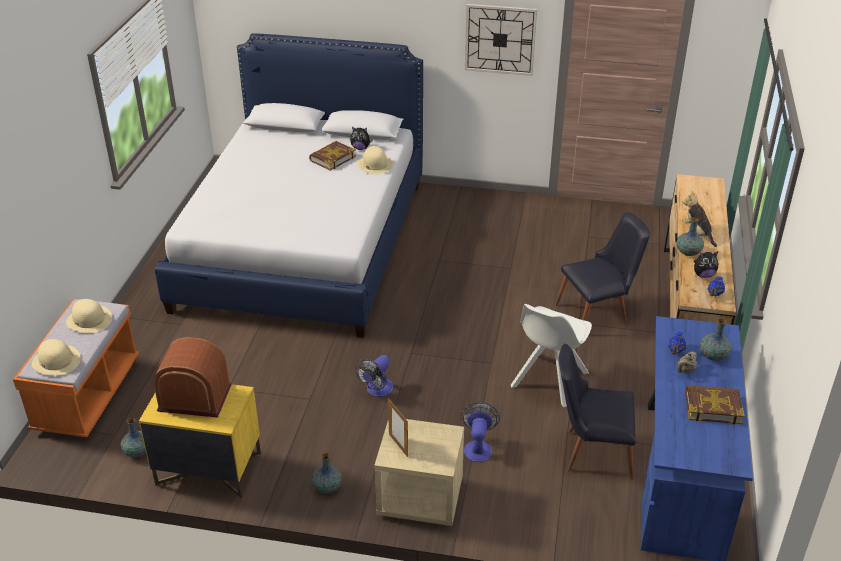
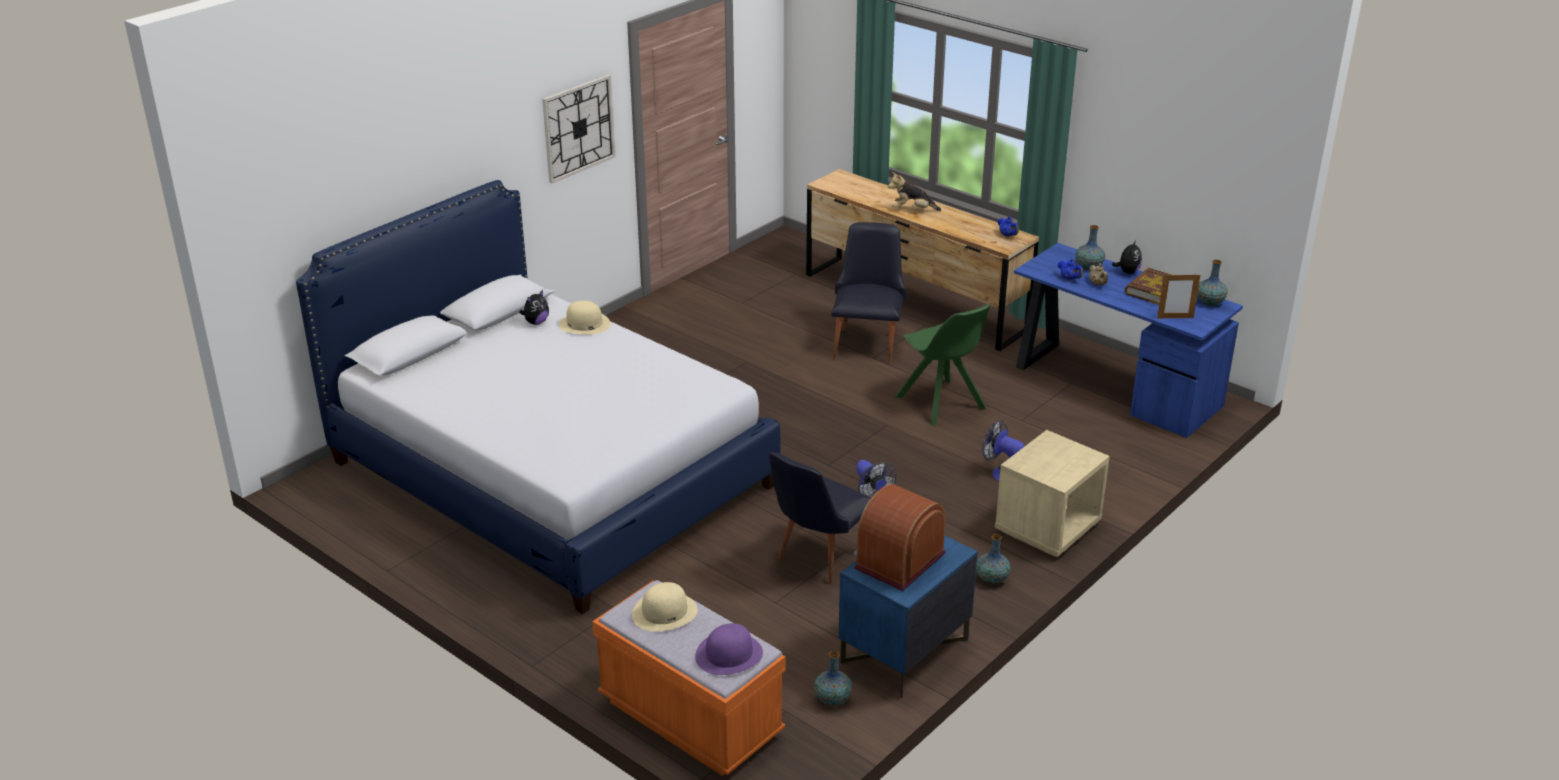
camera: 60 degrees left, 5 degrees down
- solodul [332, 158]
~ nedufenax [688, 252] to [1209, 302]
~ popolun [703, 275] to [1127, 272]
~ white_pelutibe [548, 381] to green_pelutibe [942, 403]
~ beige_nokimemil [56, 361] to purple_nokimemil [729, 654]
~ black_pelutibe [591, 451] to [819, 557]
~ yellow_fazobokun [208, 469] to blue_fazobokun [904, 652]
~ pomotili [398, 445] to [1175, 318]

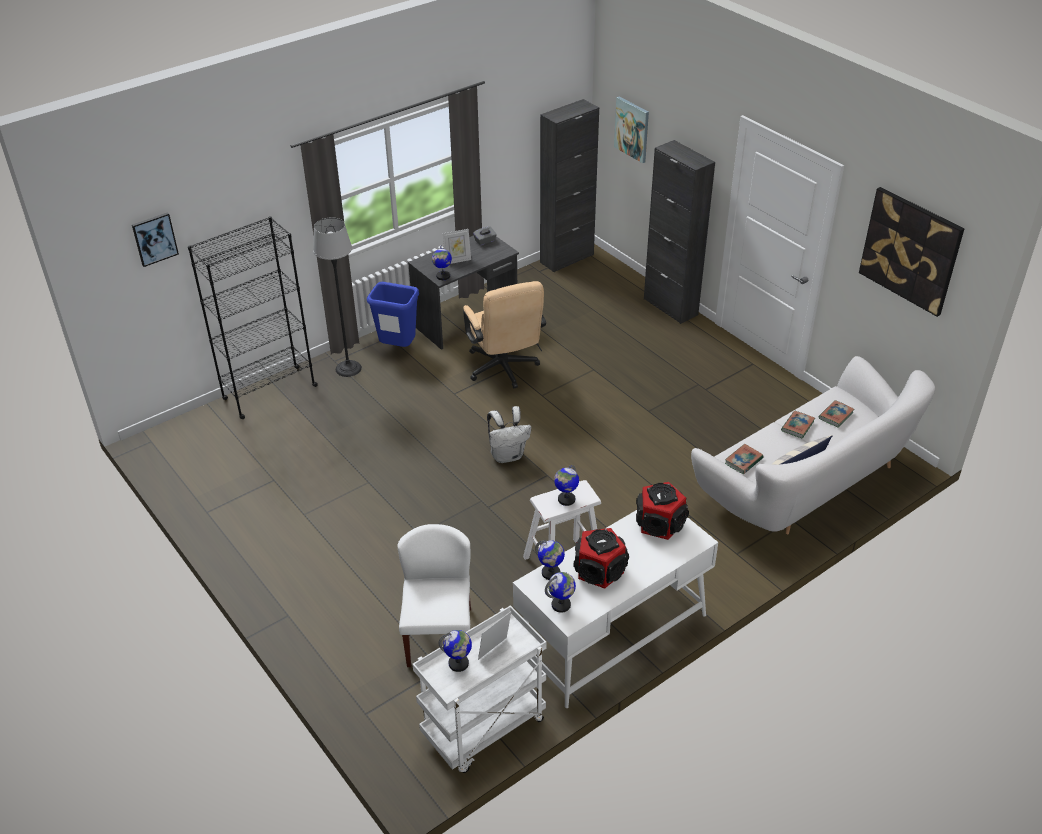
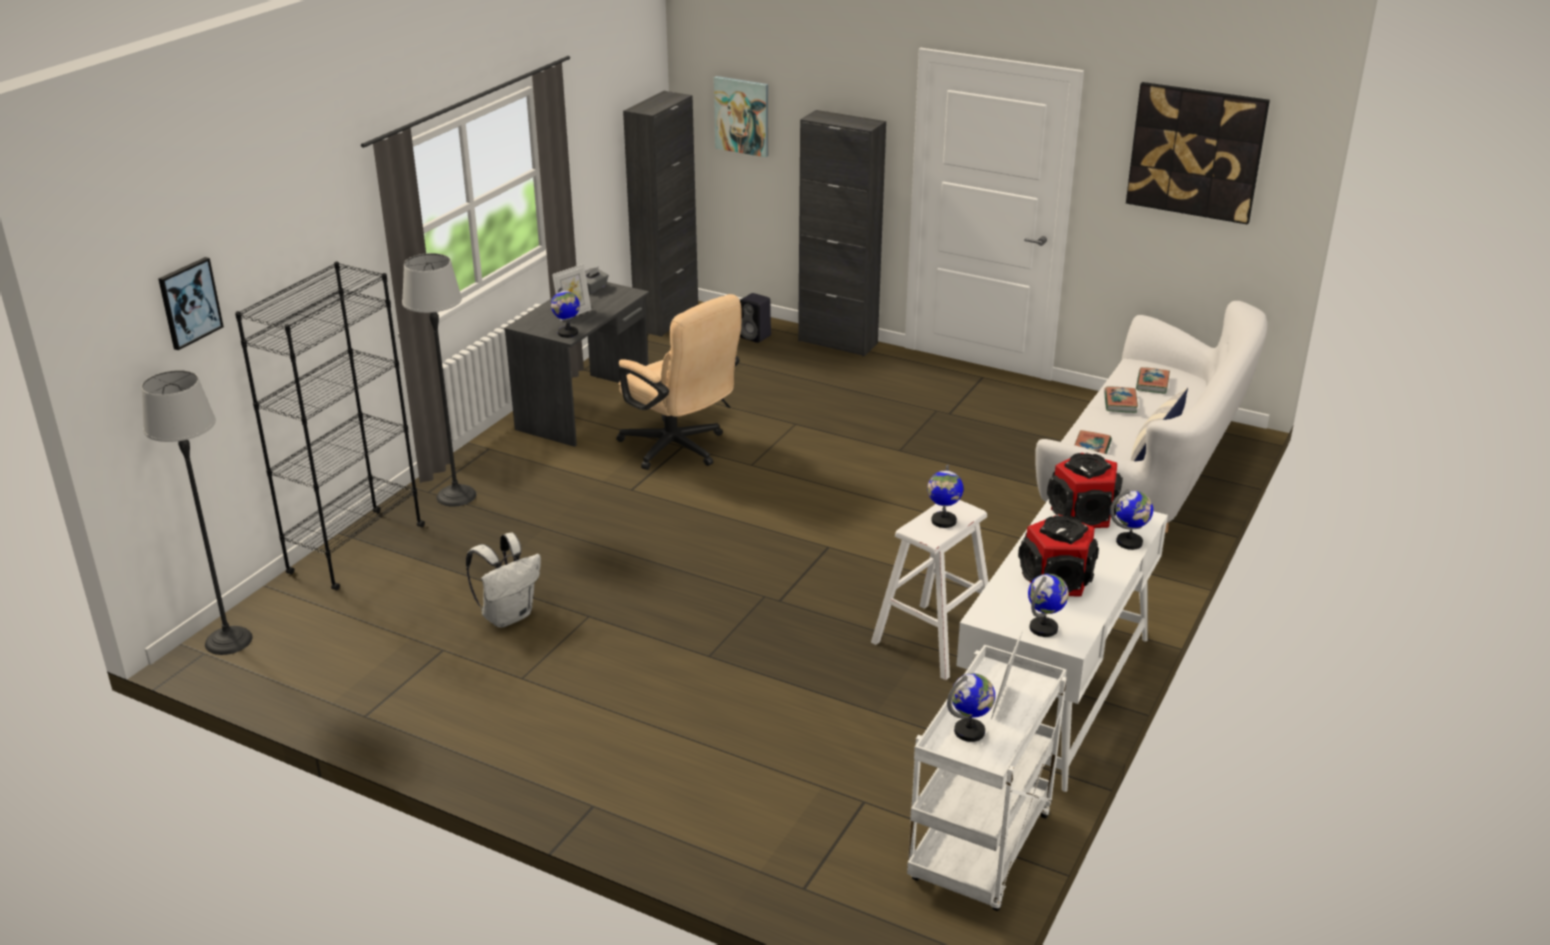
camera: 25 degrees left, 10 degrees down
- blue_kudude [397, 348]
~ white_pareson [508, 455] to [508, 615]
- white_pelutibe [439, 636]
~ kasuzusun [551, 573] to [1129, 542]
+ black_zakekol [756, 336]
+ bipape [228, 641]

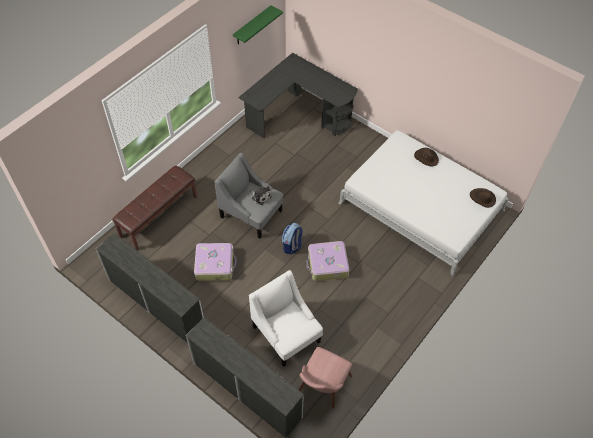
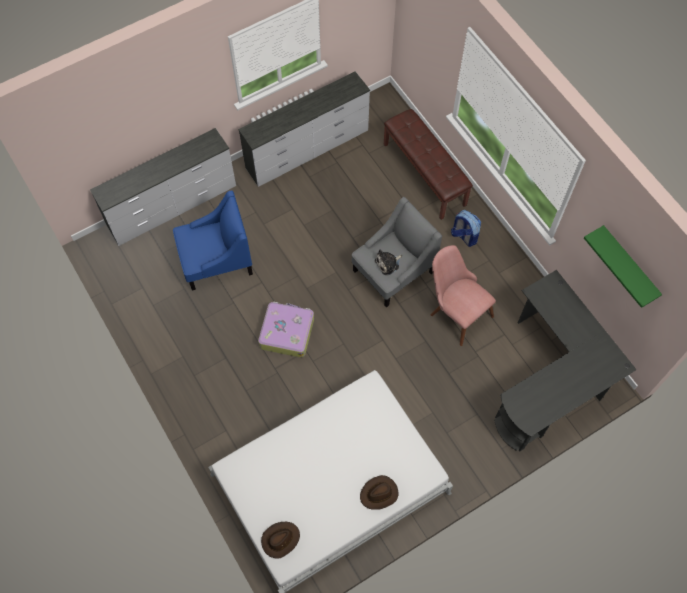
camera: 110 degrees right, 10 degrees up
~ pareson [292, 246] to [464, 236]
- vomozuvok [215, 265]
~ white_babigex [286, 334] to blue_babigex [216, 260]
~ pink_pelutibe [322, 388] to [455, 310]

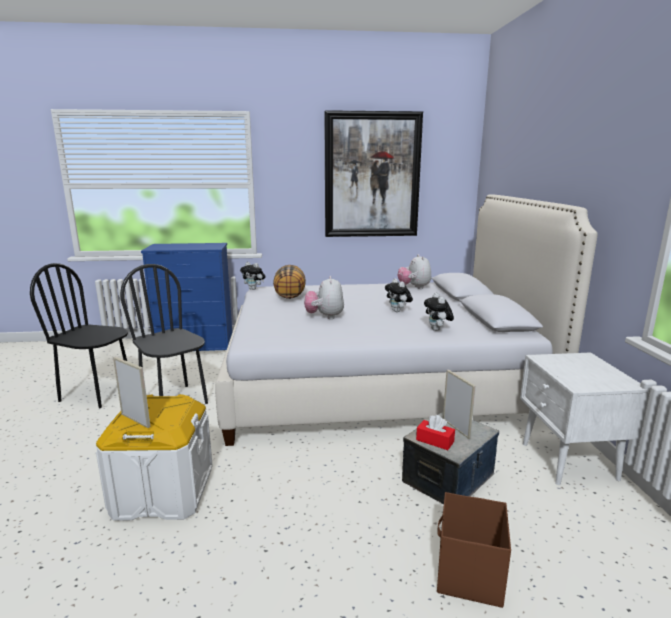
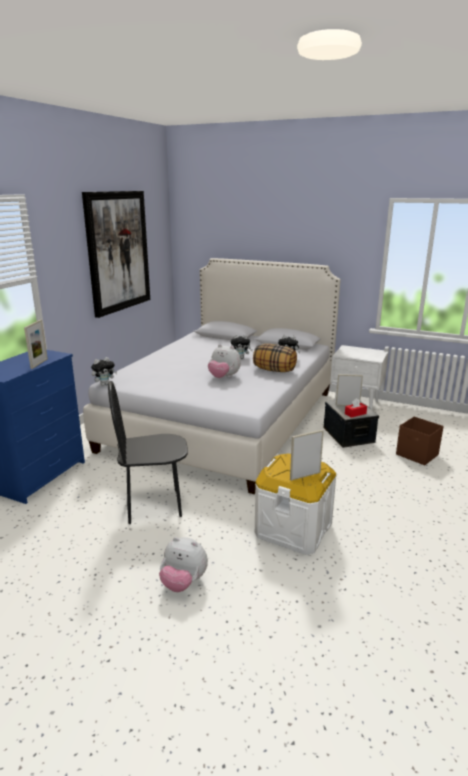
camera: 60 degrees left, 5 degrees up
~ popolun [414, 287] to [183, 582]
- black_pelutibe [97, 394]
~ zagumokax [290, 295] to [274, 370]
+ pomotili [39, 363]

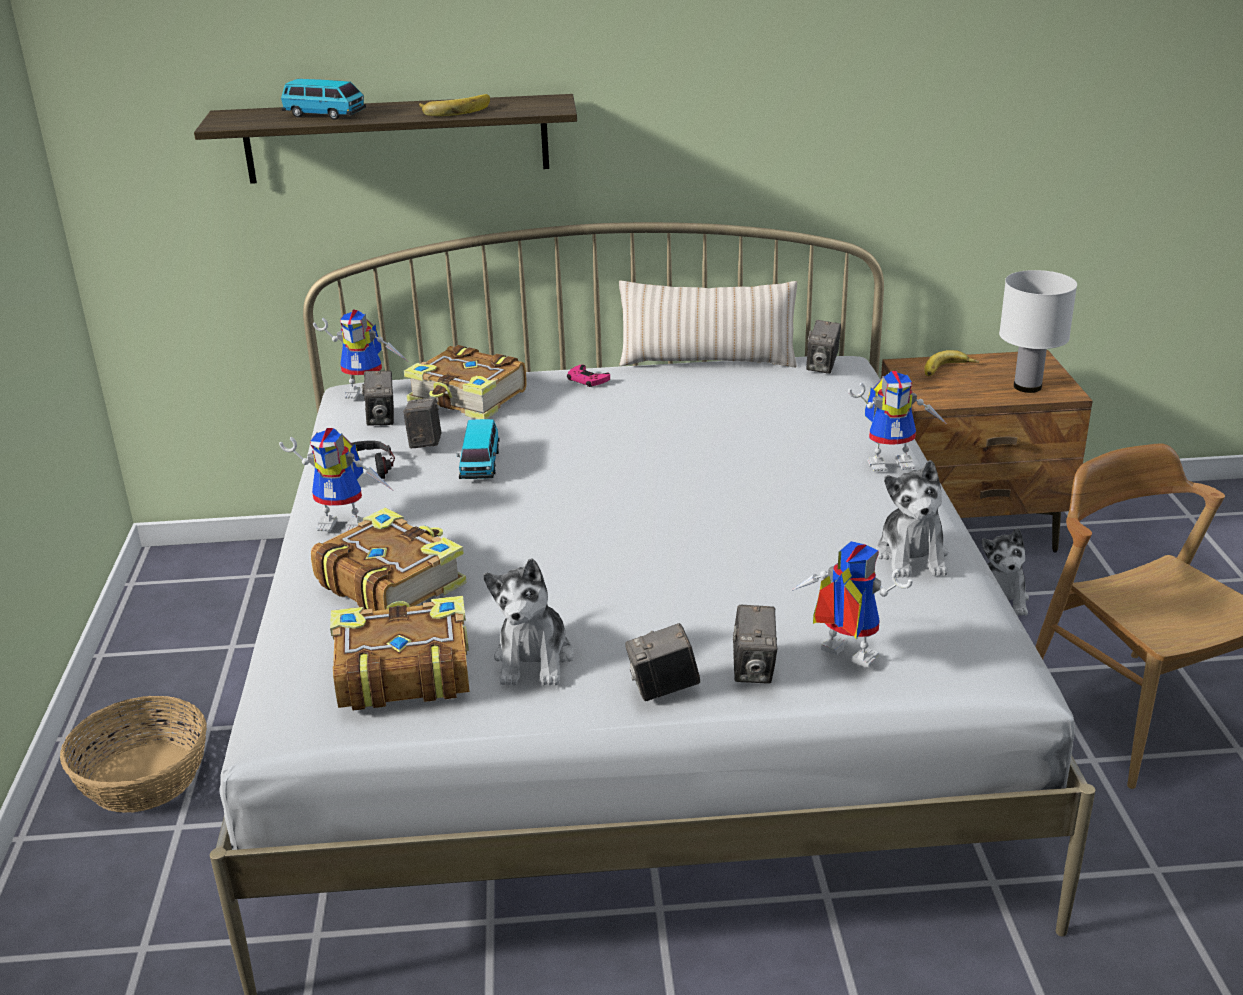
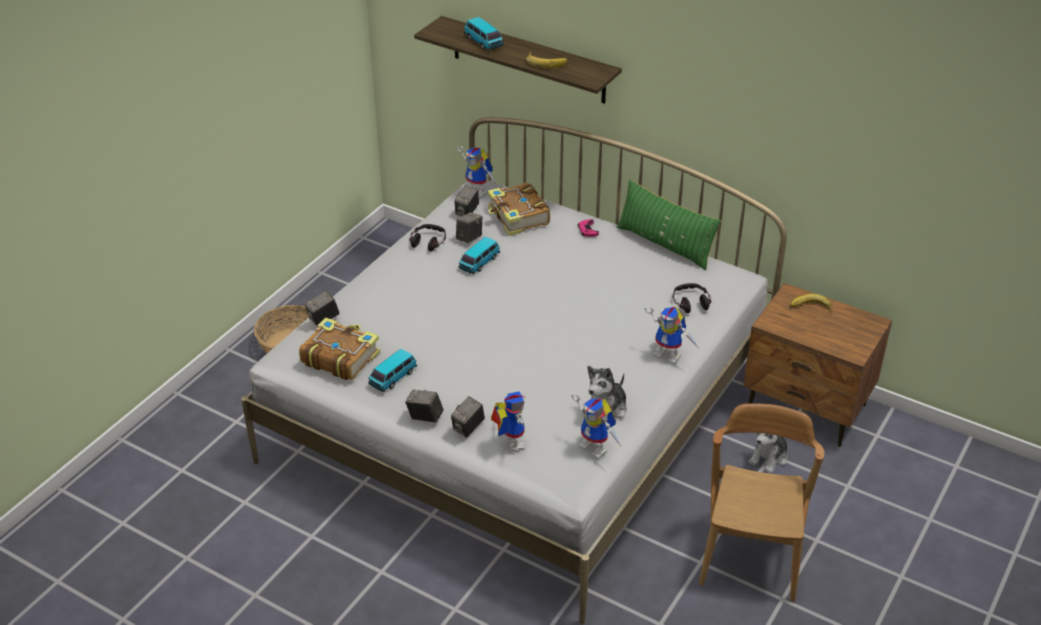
camera: 35 degrees right, 10 degrees up
- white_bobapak [1028, 387]
~ beige_zagumokax [707, 361] to green_zagumokax [665, 244]
~ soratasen [822, 366] to [323, 319]
~ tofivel [347, 522] to [597, 447]
- solodul [390, 582]
~ popolun [534, 659] to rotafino [393, 377]
+ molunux [690, 302]

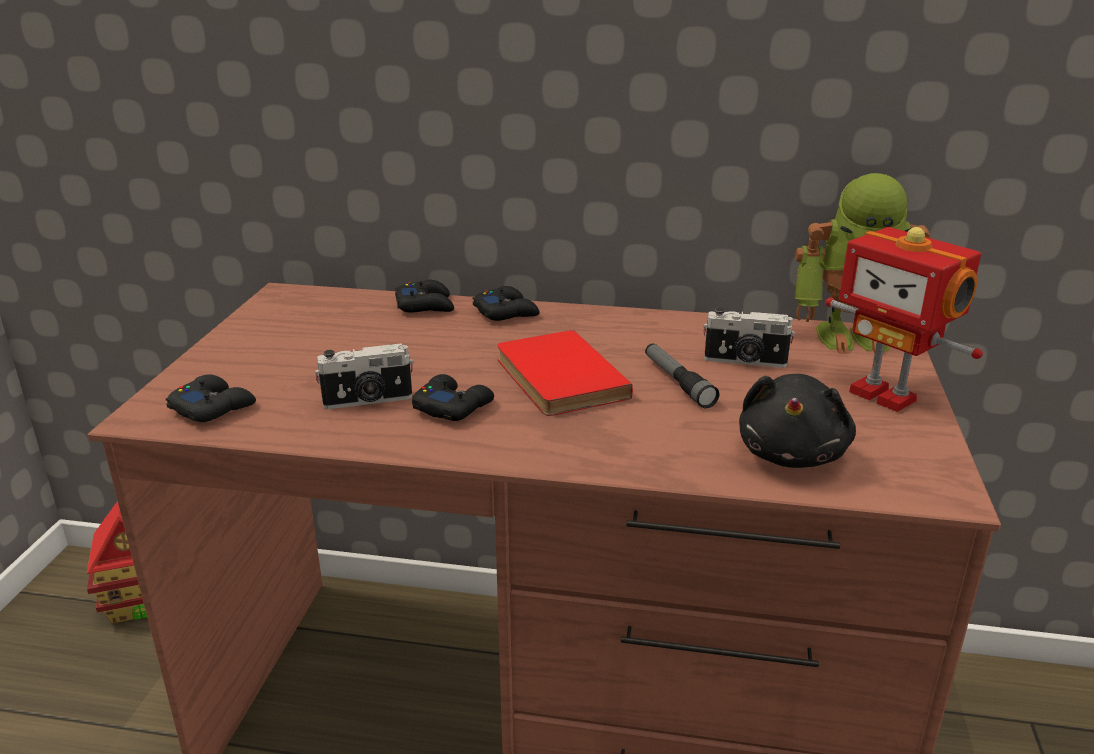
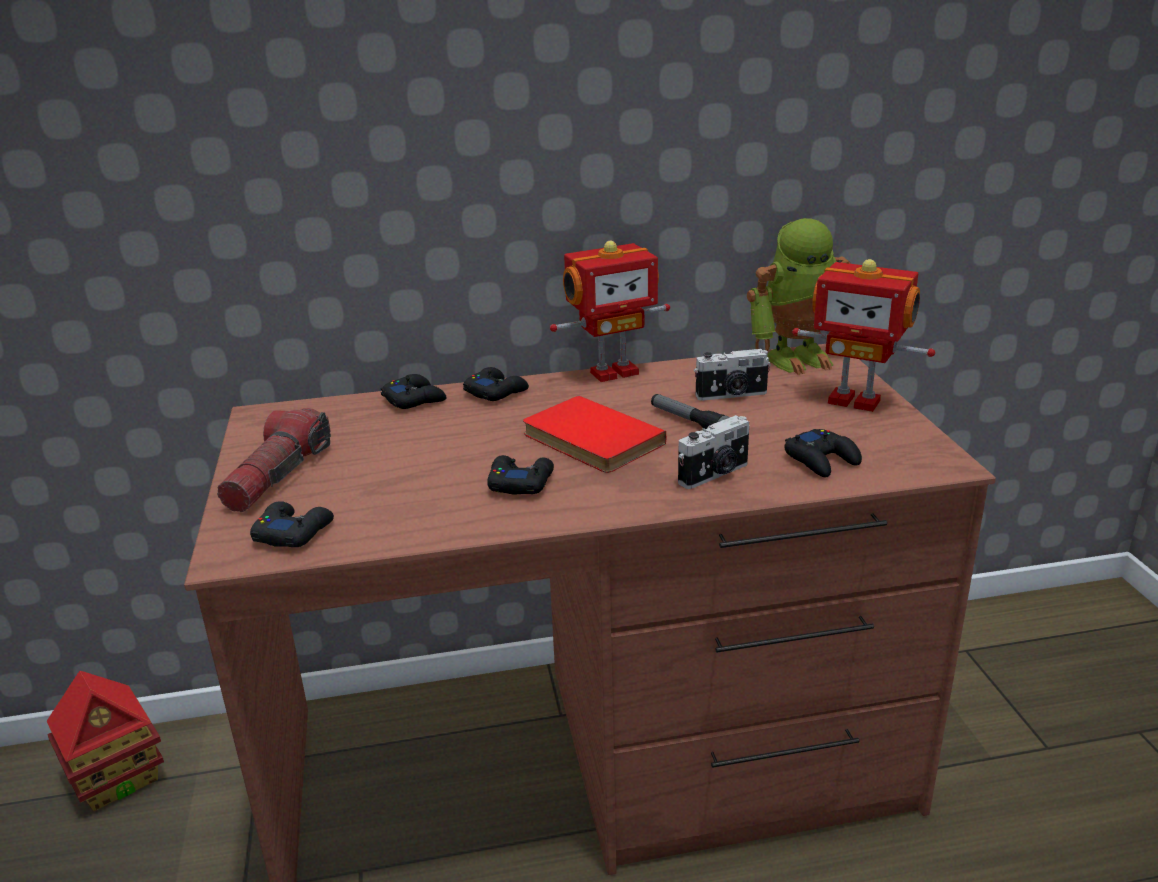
camera: 20 degrees left, 0 degrees up
~ soratasen [368, 401] to [715, 474]
~ black_popolun [792, 454] to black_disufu [822, 460]
+ tofivel [613, 372]
+ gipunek [278, 476]

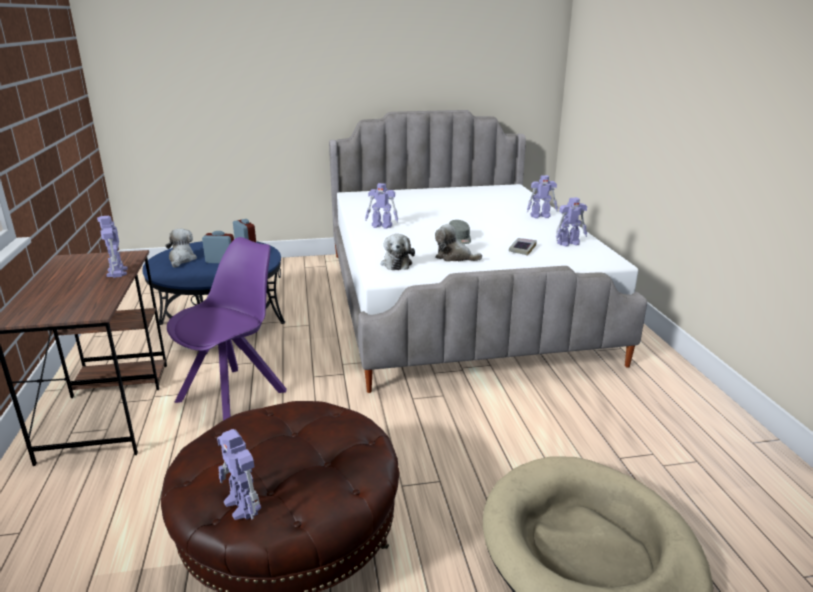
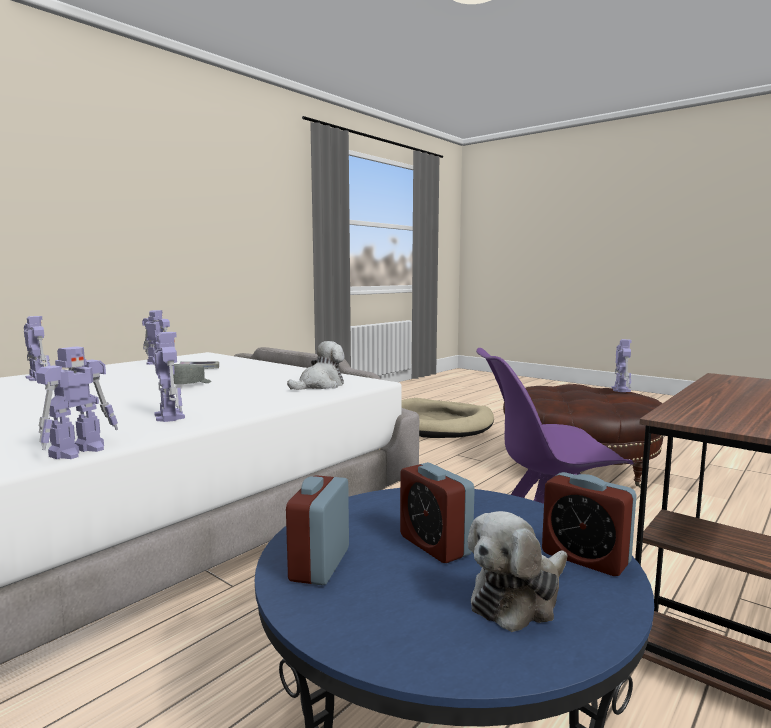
camera: 130 degrees left, 15 degrees down
~ tofivel [117, 272] to [79, 451]
- popolun [454, 257]
+ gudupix [585, 558]

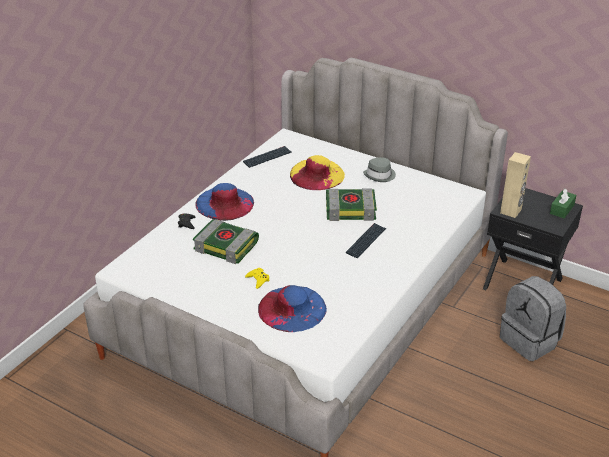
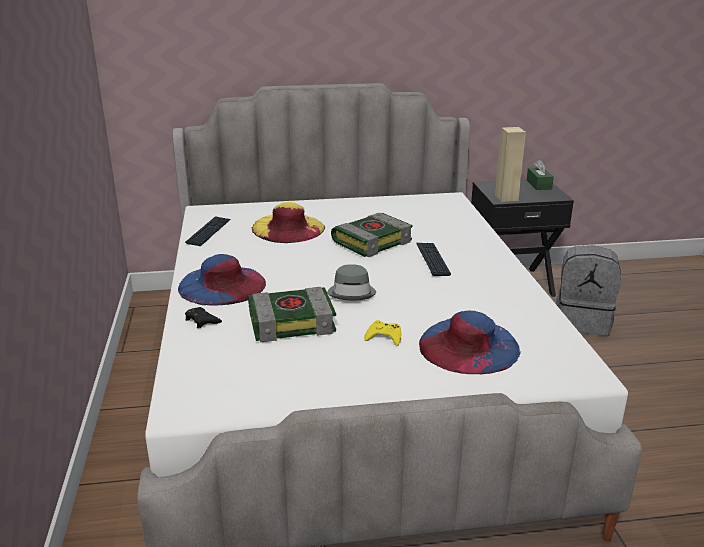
camera: 40 degrees left, 10 degrees down
~ grey_nokimemil [380, 175] to [352, 292]

